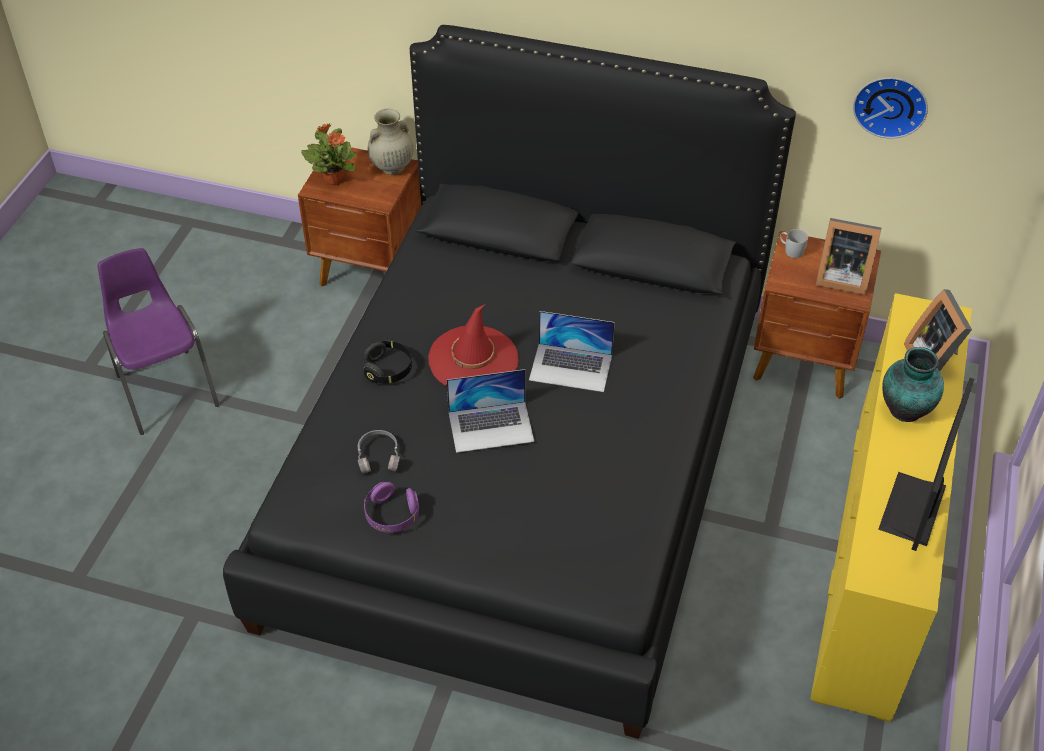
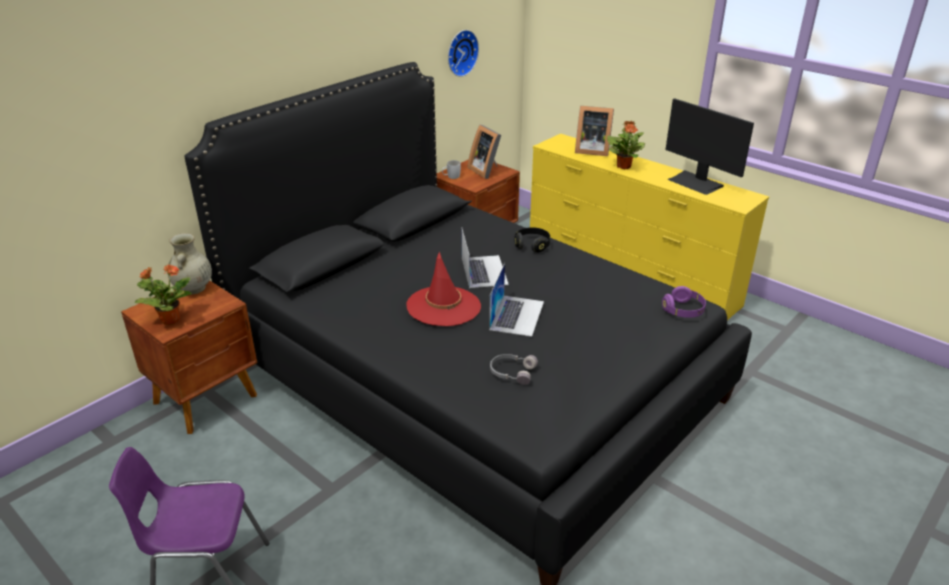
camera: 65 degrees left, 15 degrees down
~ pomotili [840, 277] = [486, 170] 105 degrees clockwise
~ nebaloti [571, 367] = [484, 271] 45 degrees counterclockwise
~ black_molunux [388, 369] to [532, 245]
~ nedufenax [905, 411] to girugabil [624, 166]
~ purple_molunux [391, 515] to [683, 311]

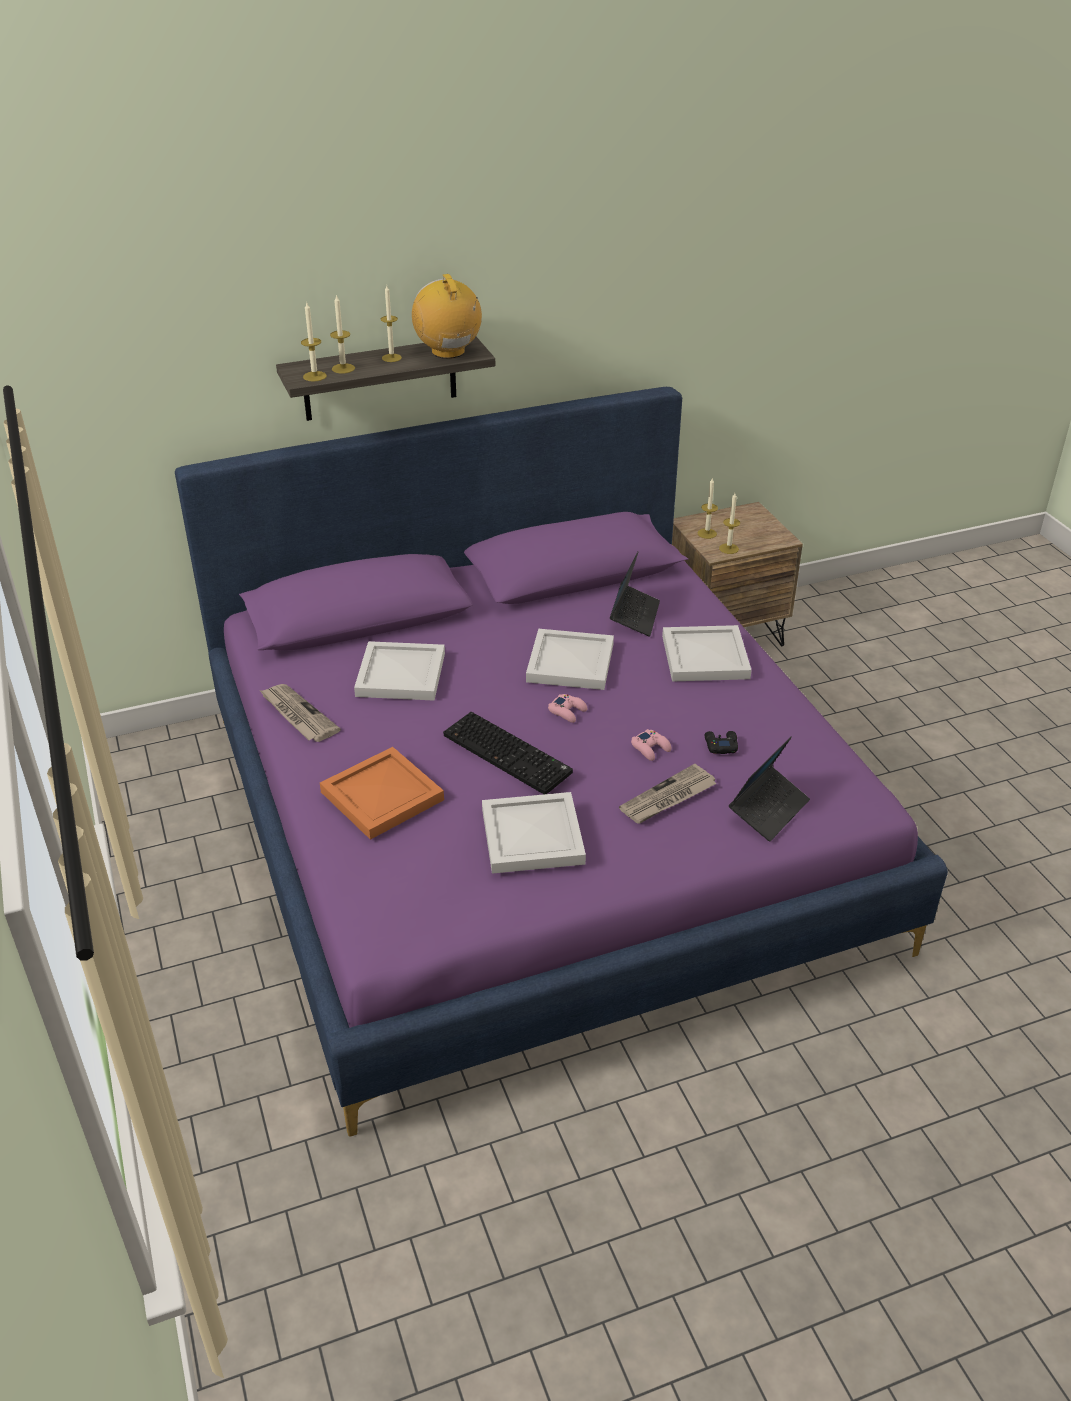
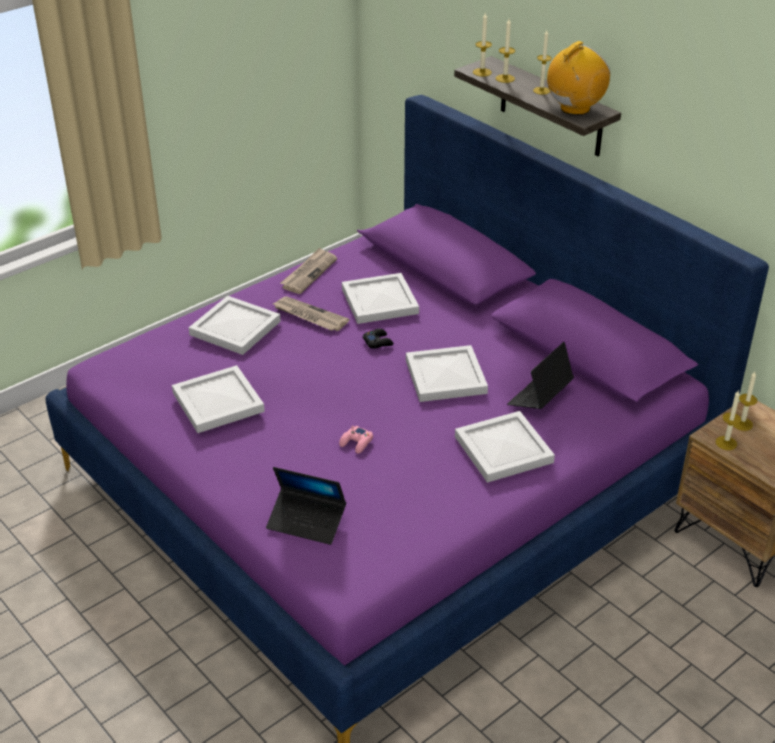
camera: 70 degrees right, 0 degrees up
~ nebaloti [634, 616] = [540, 397] 135 degrees clockwise
- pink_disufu [568, 711]
- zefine [509, 754]
~ black_disufu [720, 745] to [378, 342]
~ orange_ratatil [384, 796] to white_ratatil [235, 329]
~ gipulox [668, 798] to [309, 316]

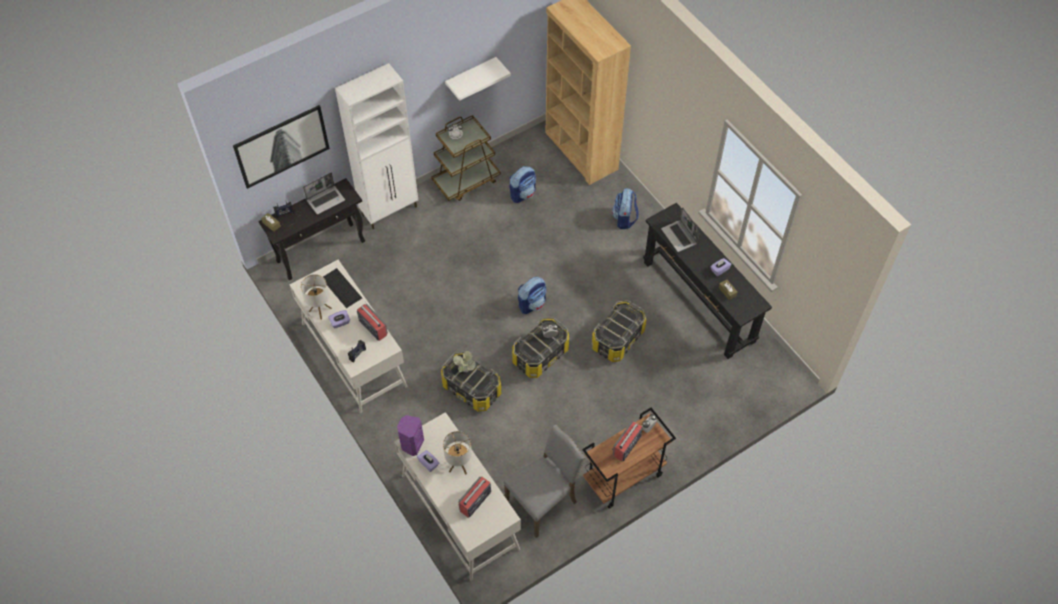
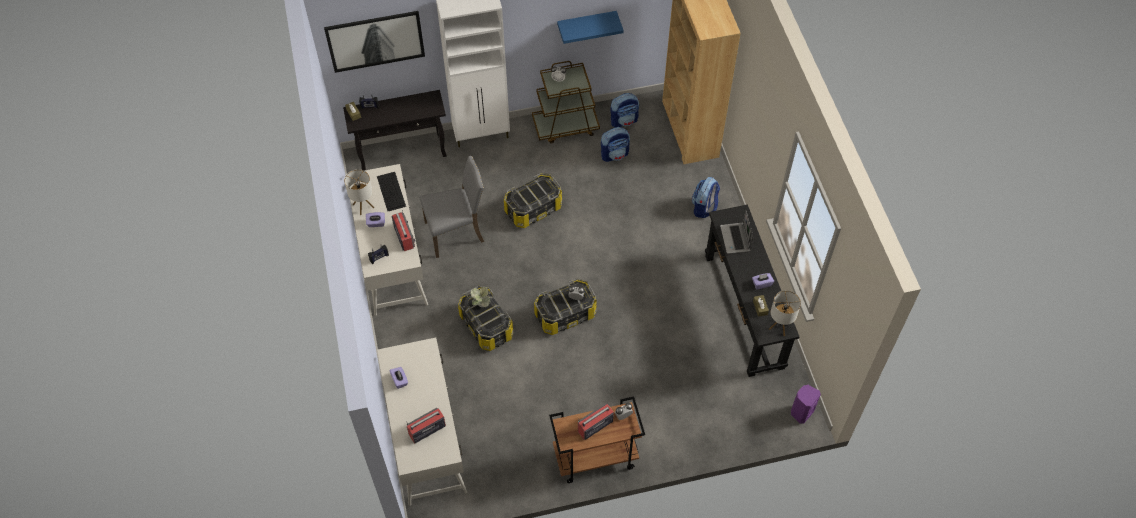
camera: 20 degrees right, 0 degrees up
~ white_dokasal [471, 76] to blue_dokasal [586, 23]
- nebaloti [326, 200]
~ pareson [532, 303] to [624, 120]
~ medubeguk [618, 339] to [533, 209]
~ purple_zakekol [411, 444] to [801, 412]
~ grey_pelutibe [543, 501] to [456, 232]
~ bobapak [459, 465] to [779, 326]

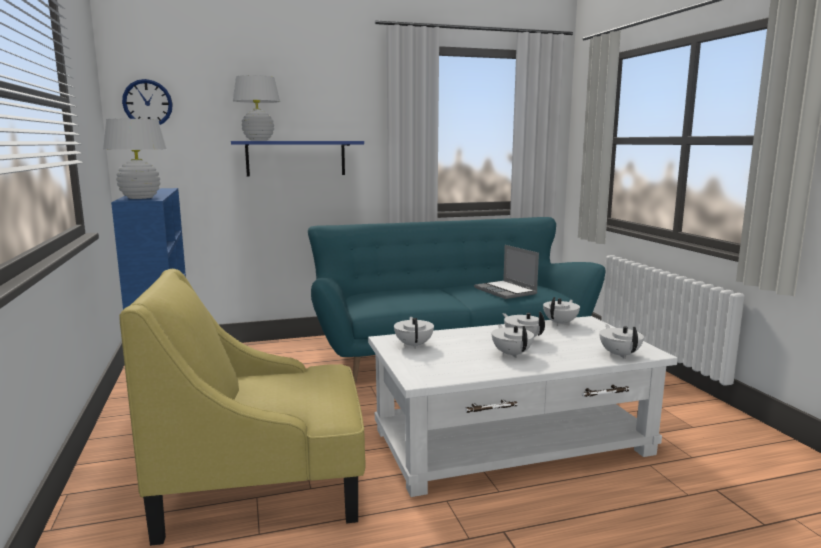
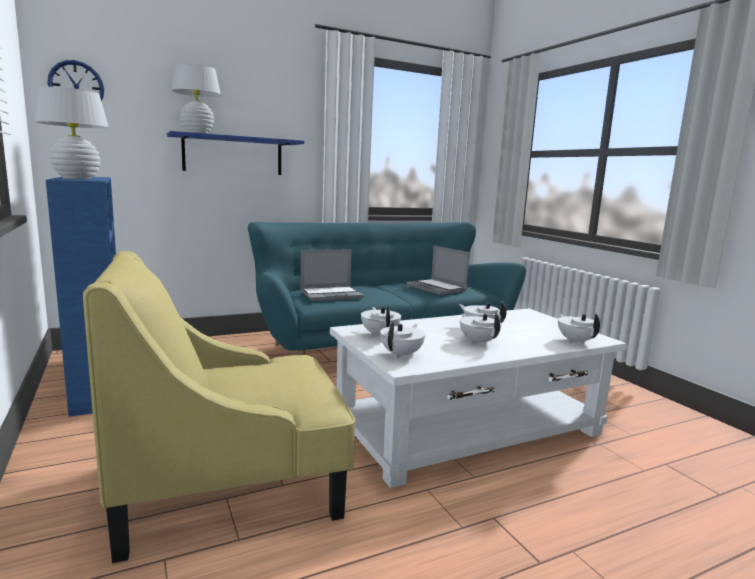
camera: 10 degrees left, 0 degrees up
~ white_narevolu [561, 323] to [402, 355]
+ nebaloti [331, 295]

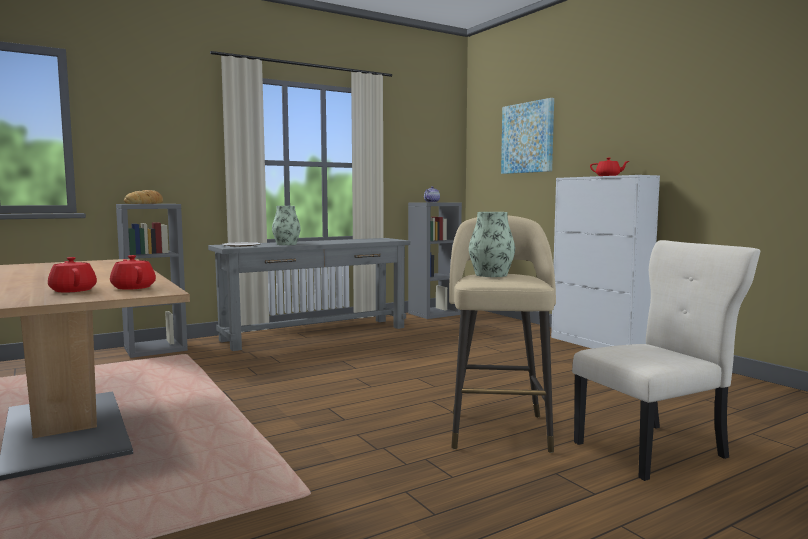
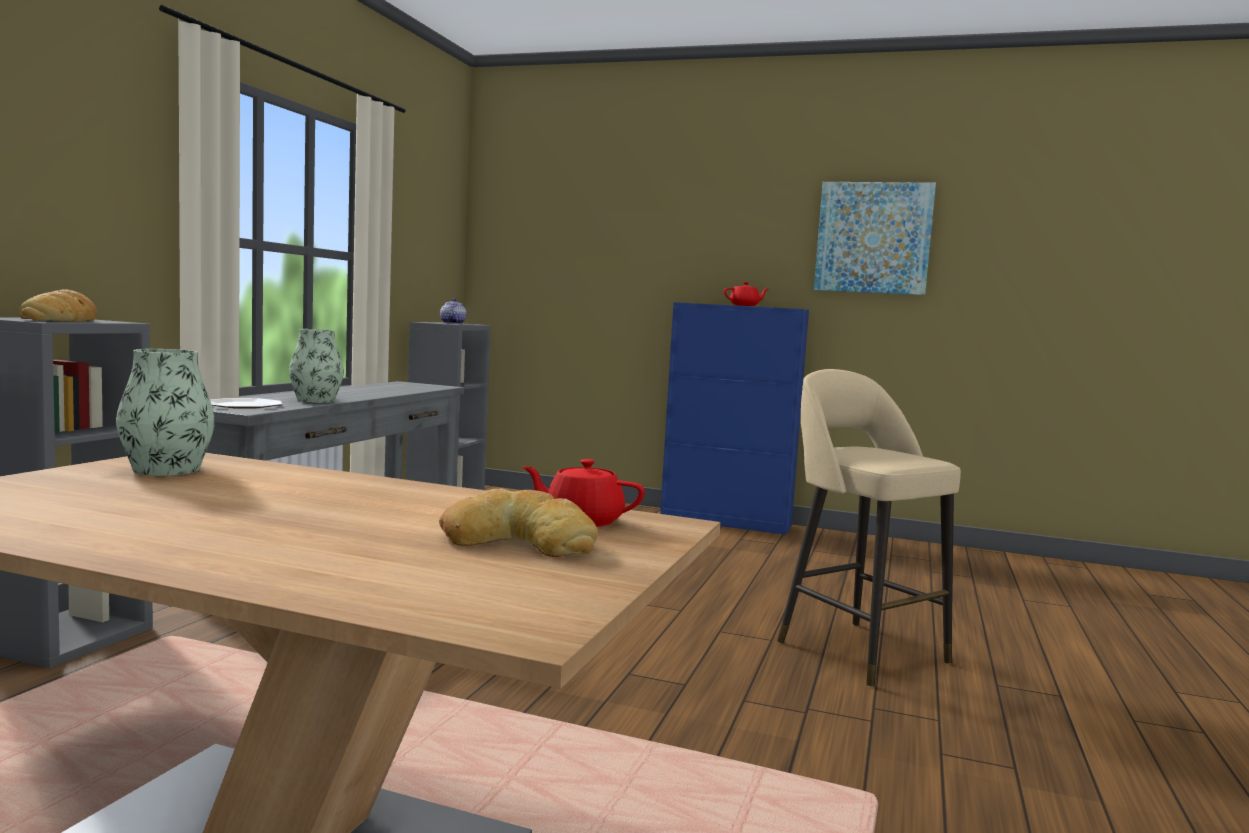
camera: 40 degrees left, 0 degrees up
~ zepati [527, 138] to [873, 238]
~ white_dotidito [598, 345] to blue_dotidito [726, 522]
~ nedufenax [491, 275] to [167, 469]
- beige_pelutibe [655, 449]
~ red_narevolu [73, 290] to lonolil [520, 541]

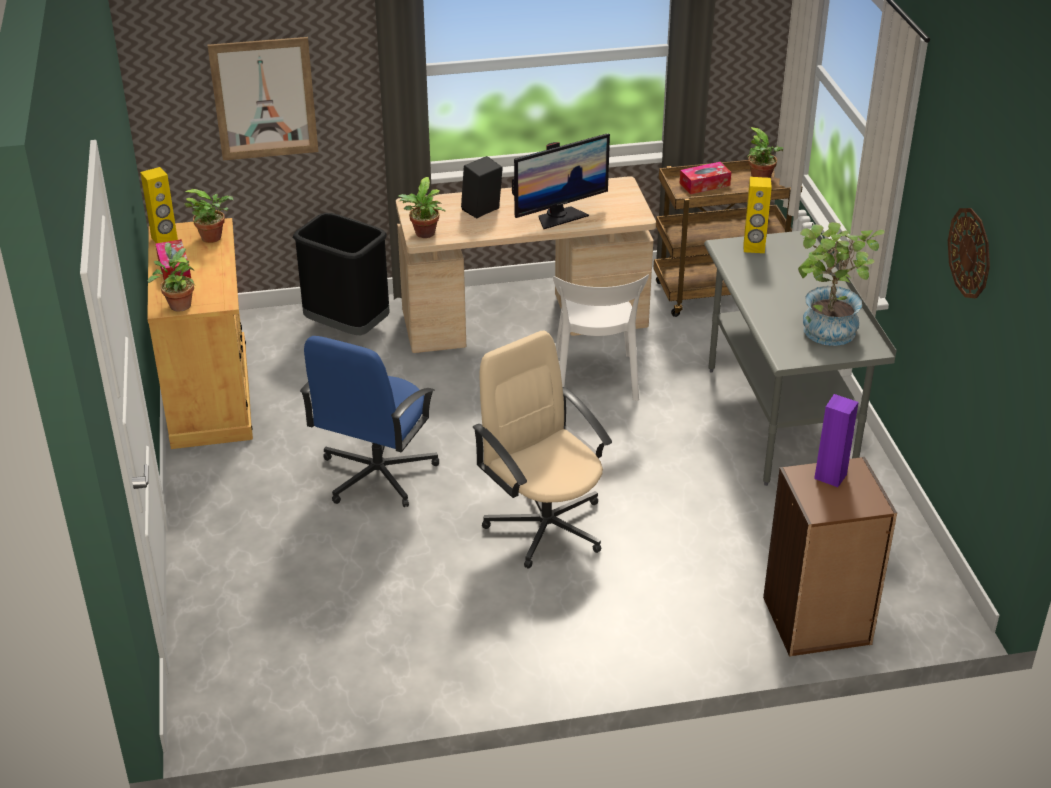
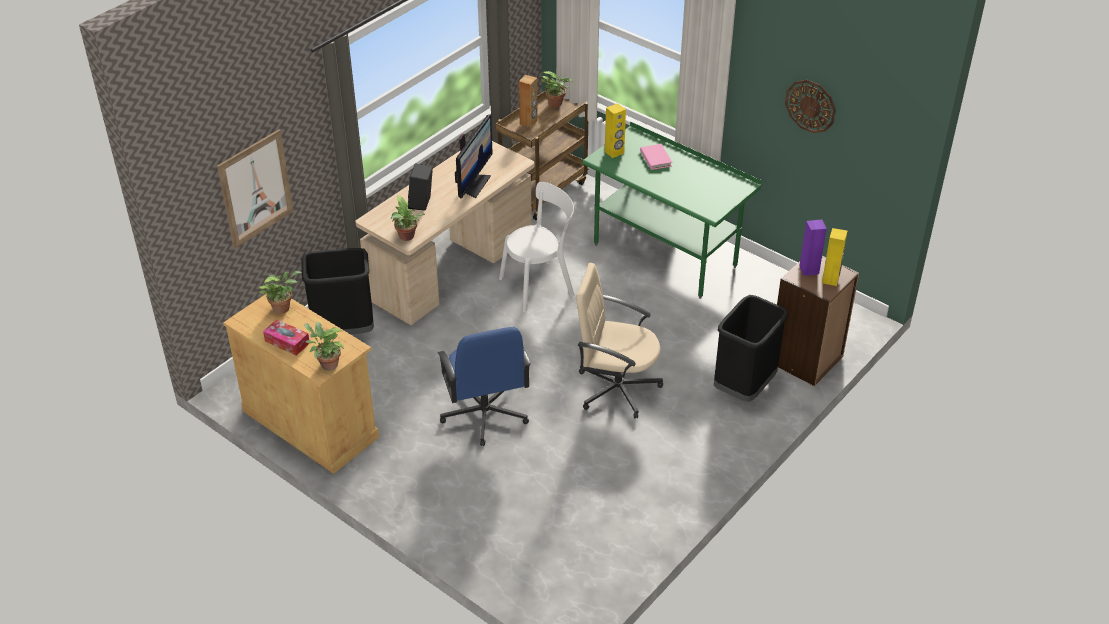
camera: 40 degrees left, 5 degrees up
~ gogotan [704, 184] to brown_zakekol [528, 122]
~ yellow_zakekol [164, 239] to [830, 279]
- girugabil [826, 335]
~ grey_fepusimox [780, 420] to green_fepusimox [665, 255]
~ white_pelutibe [595, 381] = [540, 285] 75 degrees counterclockwise
+ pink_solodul [655, 159]
+ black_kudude [744, 386]

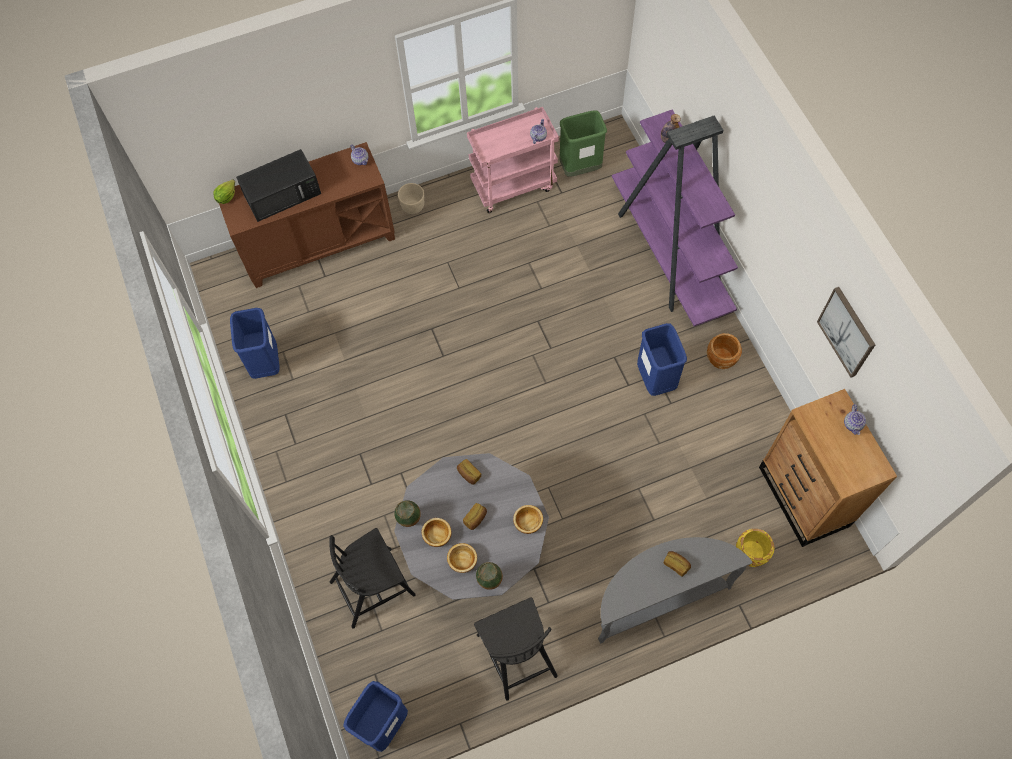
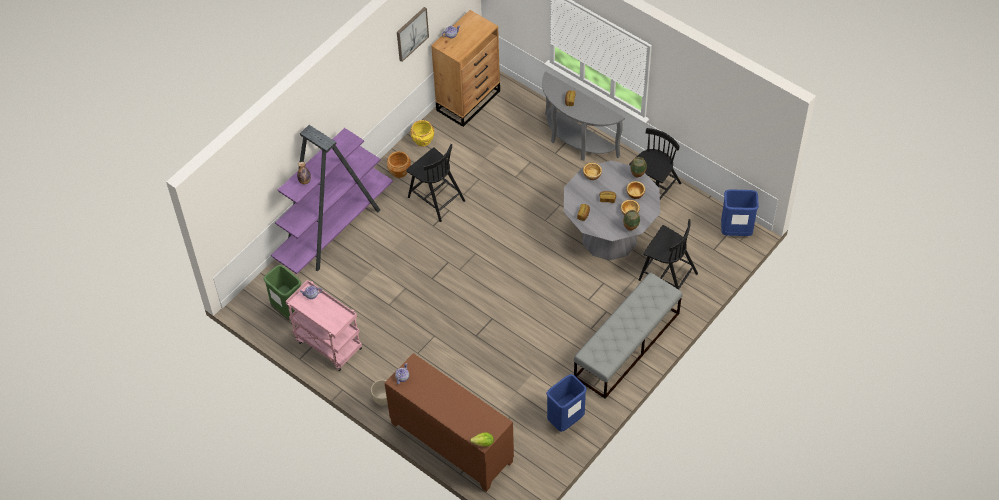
camera: 120 degrees left, 10 degrees down
- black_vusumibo [283, 194]
~ blue_kudude [655, 379] to black_pelutibe [435, 198]
~ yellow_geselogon [751, 553] to [423, 140]
+ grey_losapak [627, 345]

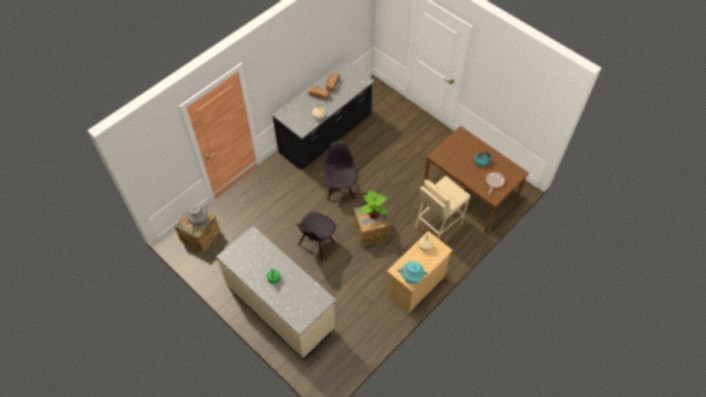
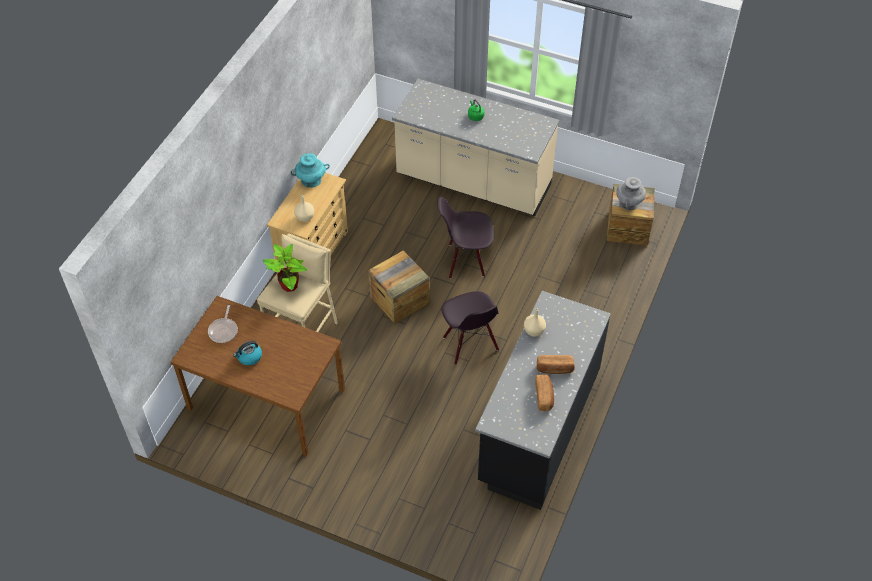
camera: 160 degrees right, 5 degrees down
~ girugabil [373, 214] to [290, 285]
~ black_pelutibe [317, 245] = [465, 261] 105 degrees counterclockwise

